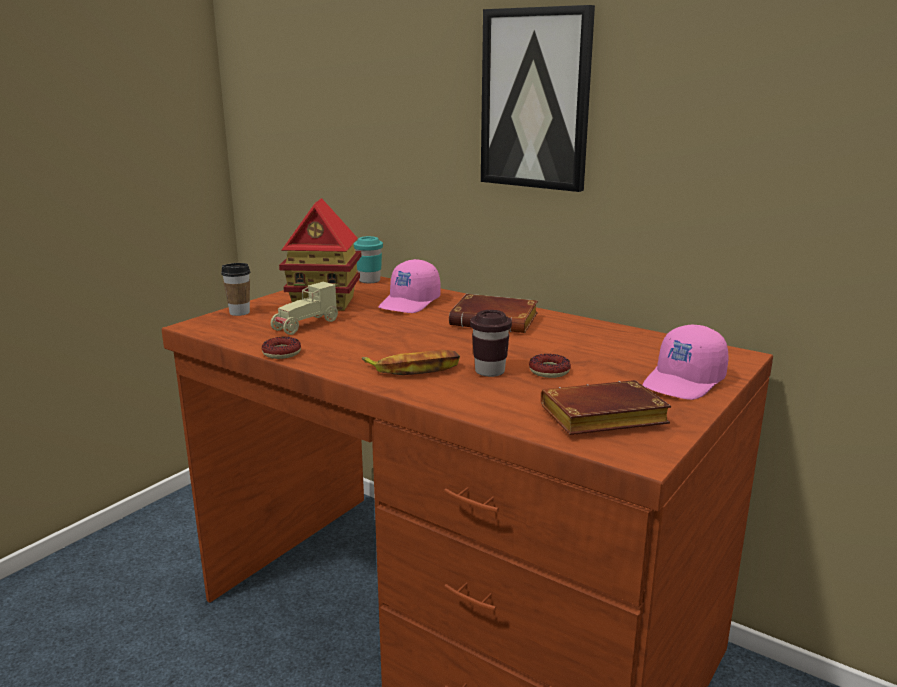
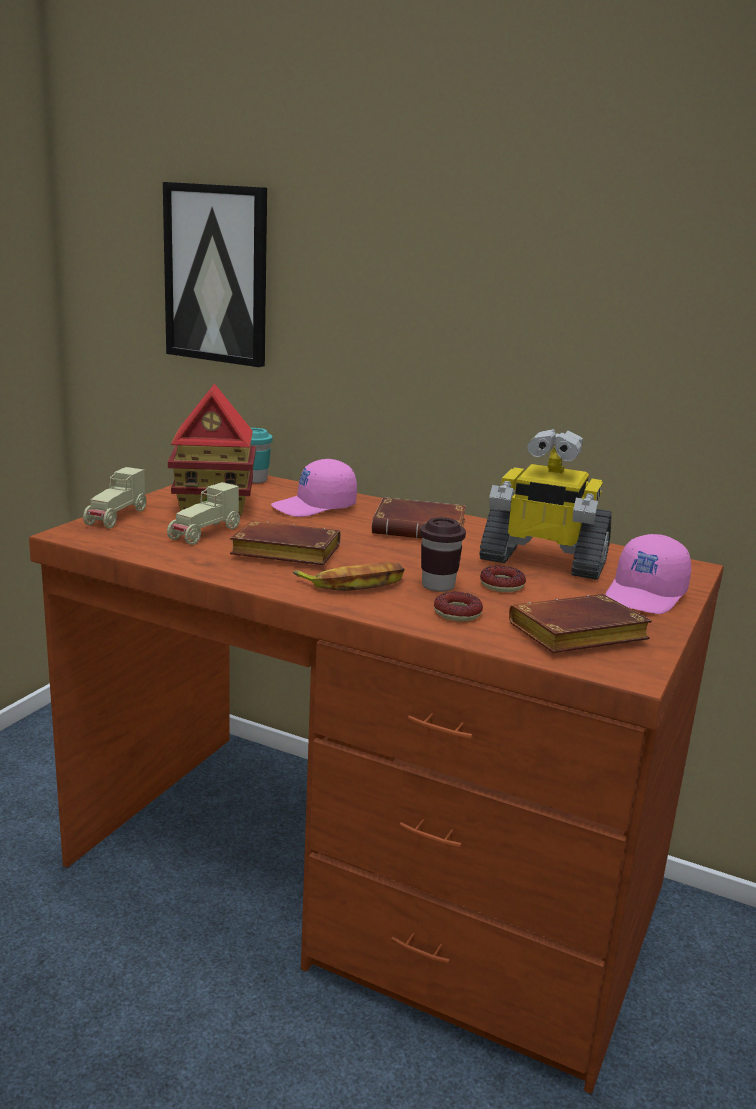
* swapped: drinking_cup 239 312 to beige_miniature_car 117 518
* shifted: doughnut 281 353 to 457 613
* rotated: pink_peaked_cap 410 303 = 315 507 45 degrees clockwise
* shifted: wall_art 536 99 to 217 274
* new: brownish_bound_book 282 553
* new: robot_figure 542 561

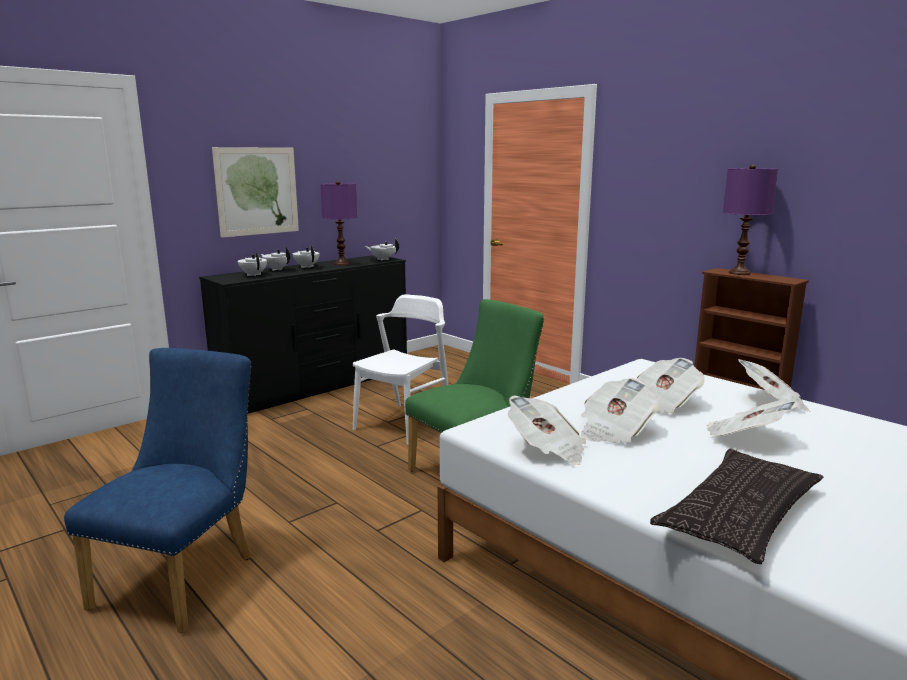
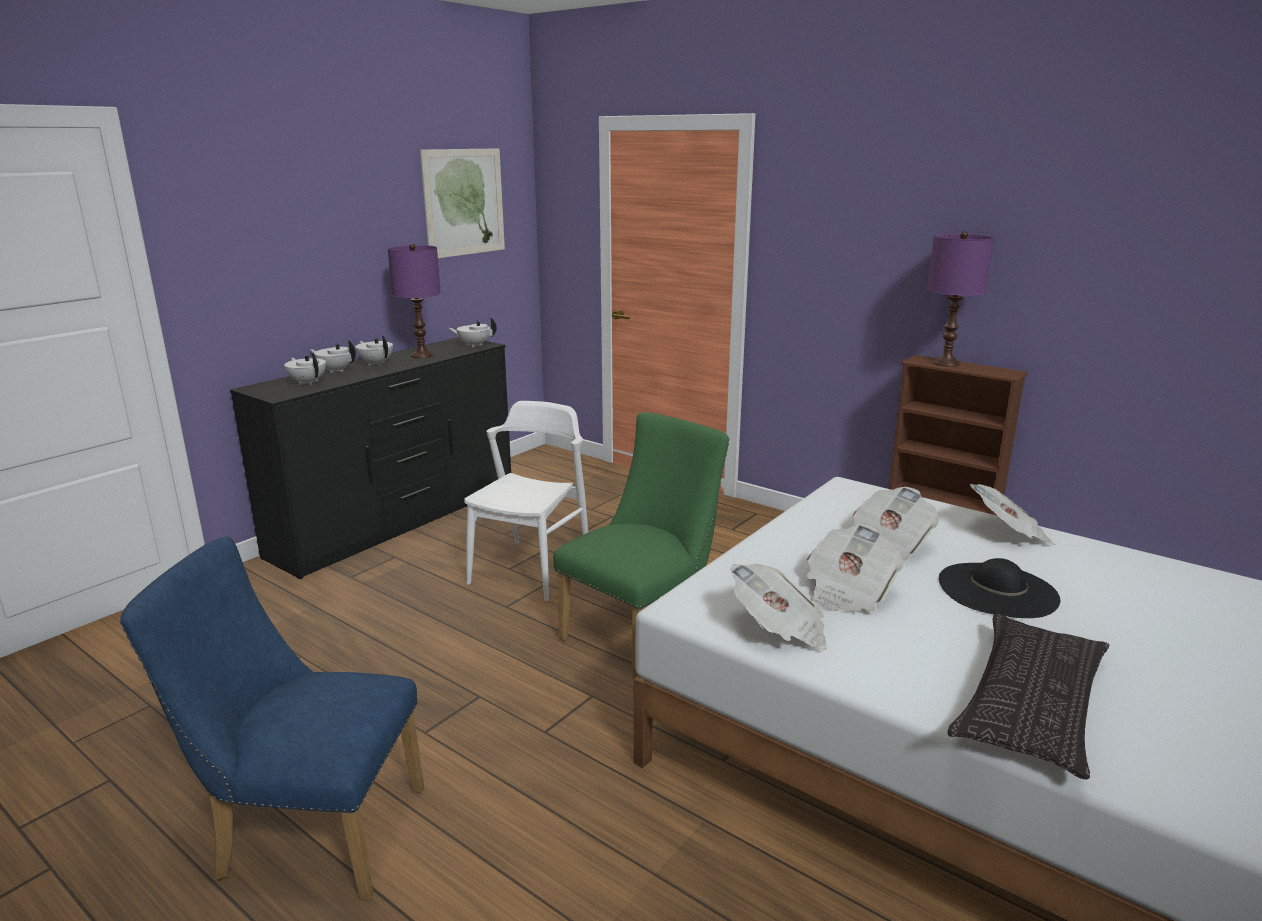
* rotated: blue-coloured_upright_chair 184 577 = 309 832 90 degrees counterclockwise
* shifted: wall_art 257 191 to 464 202
* swapped: printed_paper 745 438 to black_hat 997 590

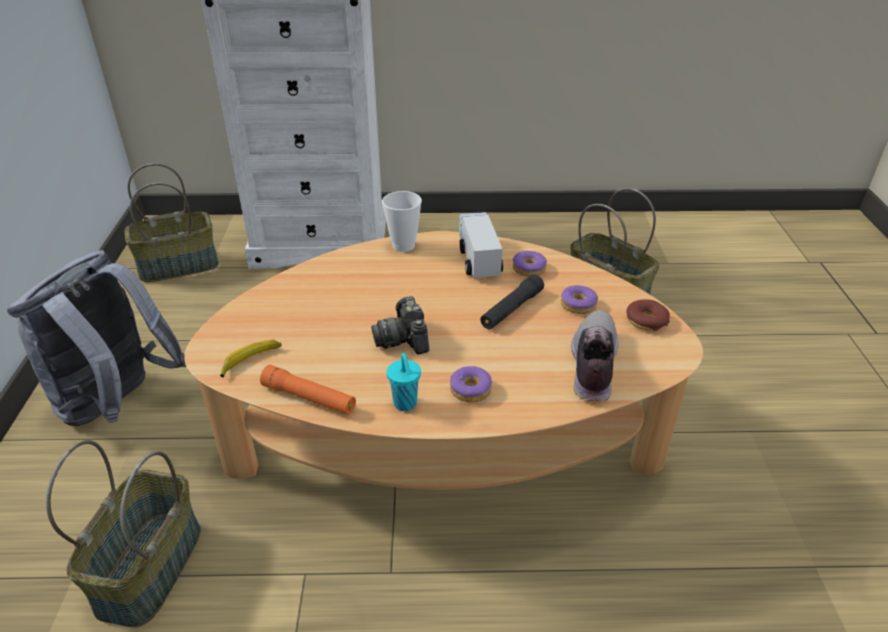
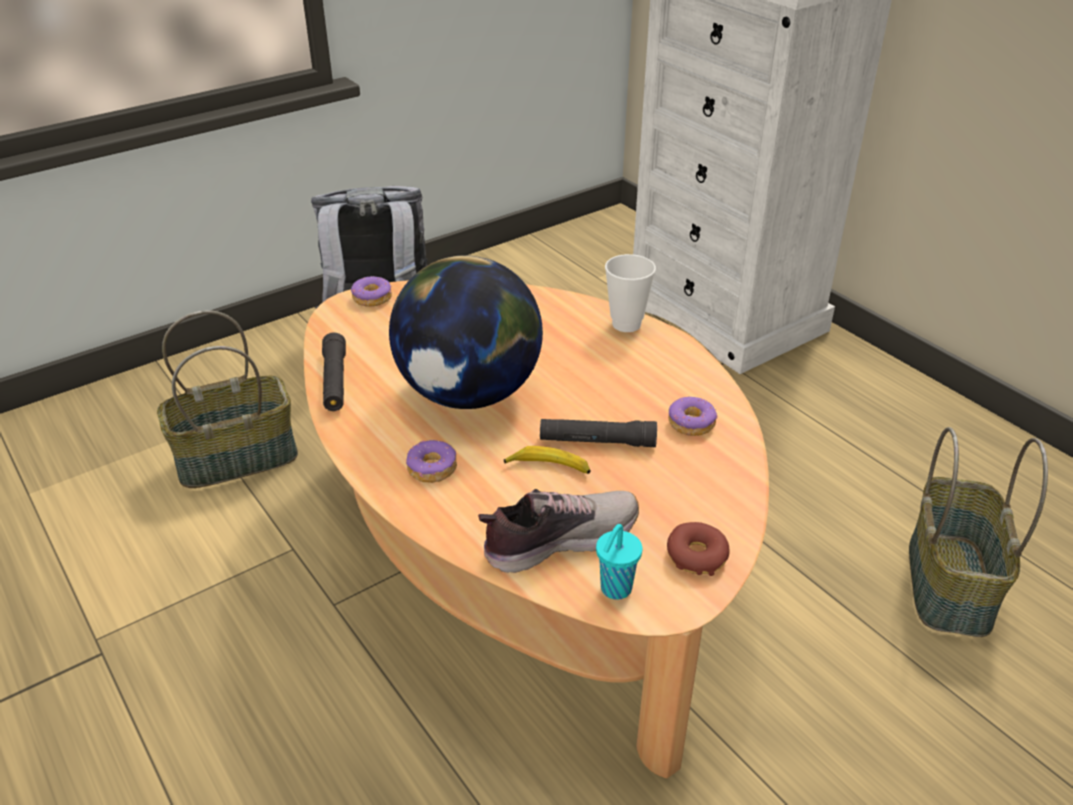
* gone: storage_basket 179 265
* shifted: whole_banana 251 361 to 548 468
* repainted: orange-coloured_hand_torch 309 398 to black_hand_torch 335 381
* swapped: photo_camera 403 339 to desk_globe 469 394
* shifted: turquoise-coloured_drinking_cup 405 404 to 615 590
* gone: toy_truck 478 258
* shifted: doughnut 578 305 to 372 298

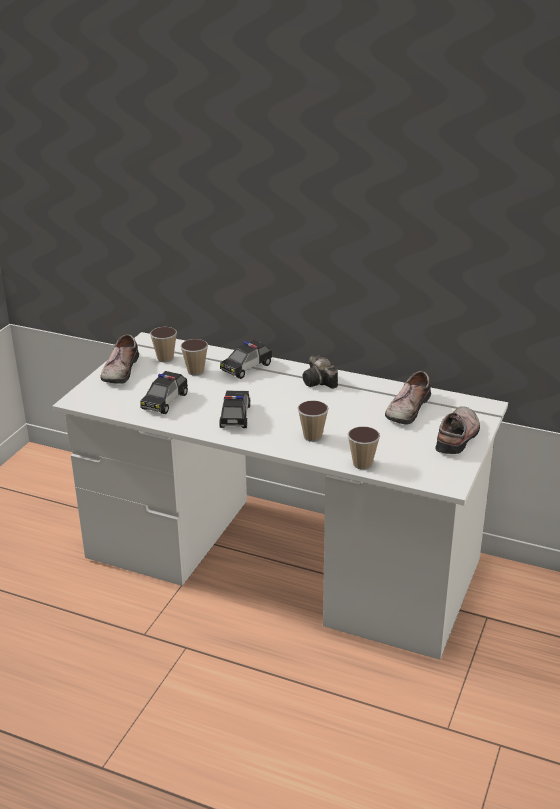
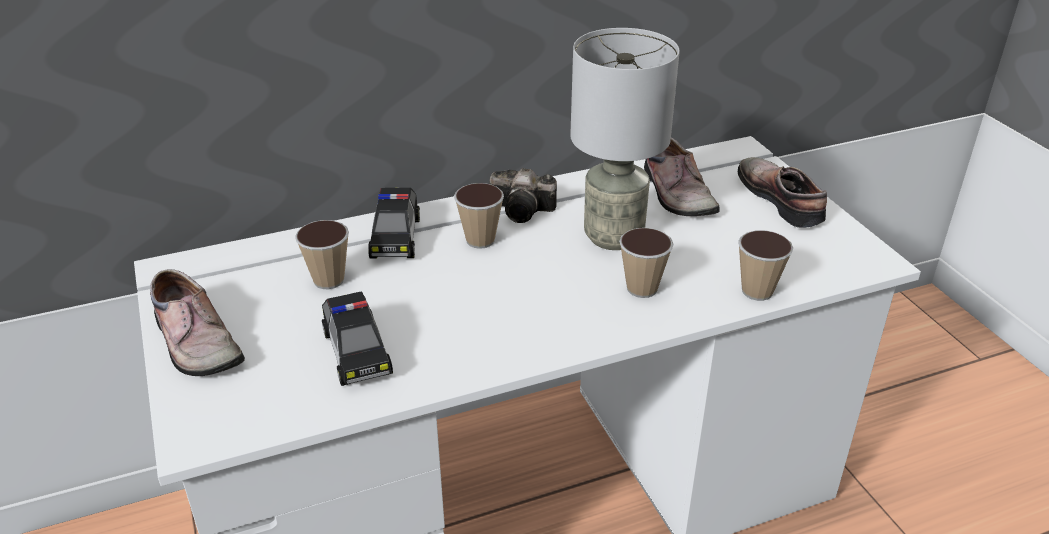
* shifted: drinking_cup 165 358 to 480 240
* gone: miniature_car 235 417
* new: grey_table_lamp 612 236

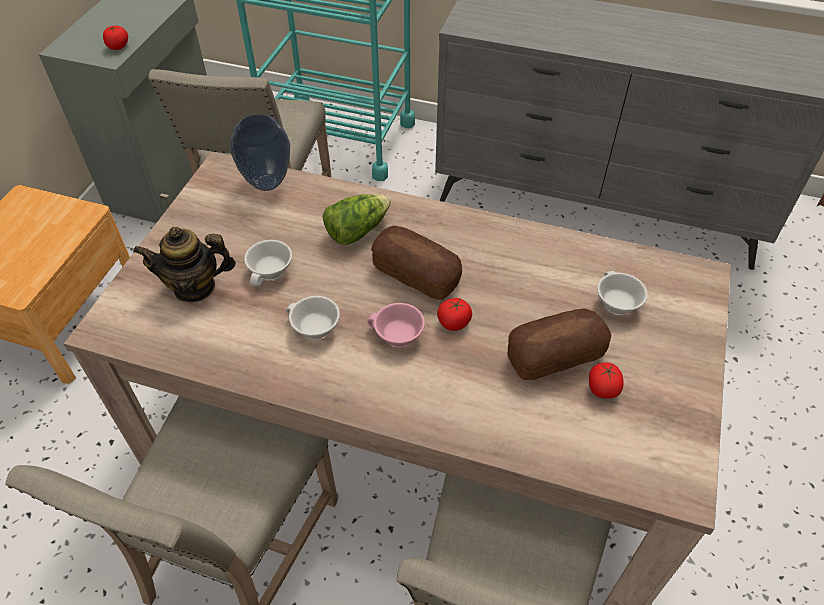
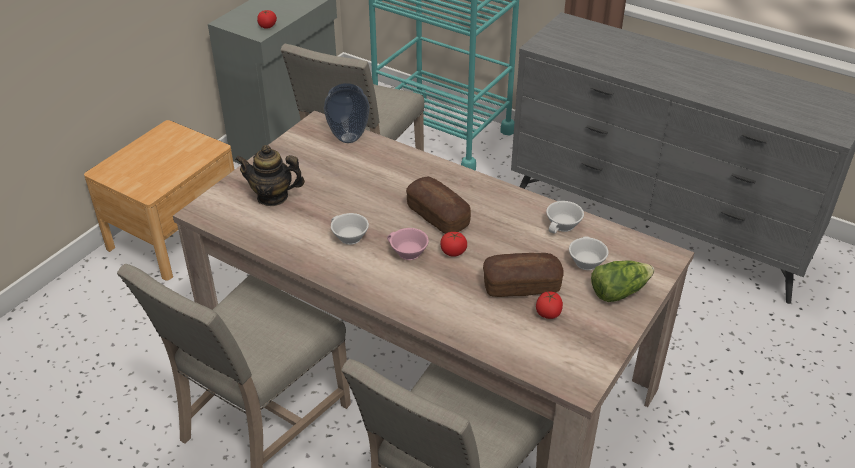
* shifted: white_drinking_cup 272 272 to 564 226
* shifted: lettuce_head 357 230 to 618 291

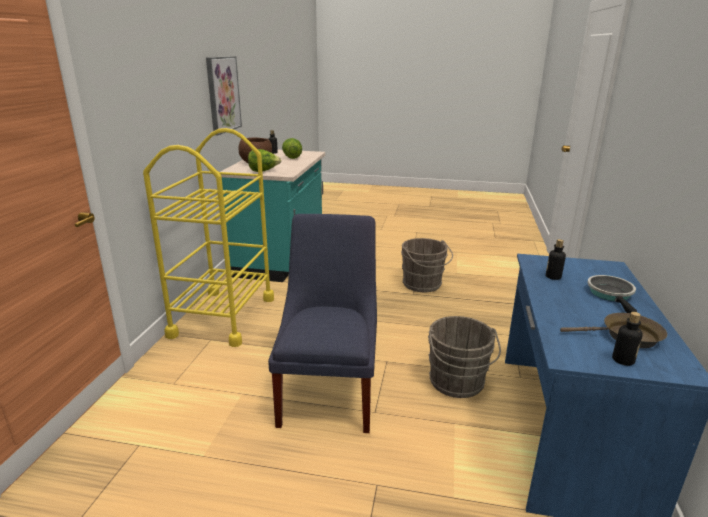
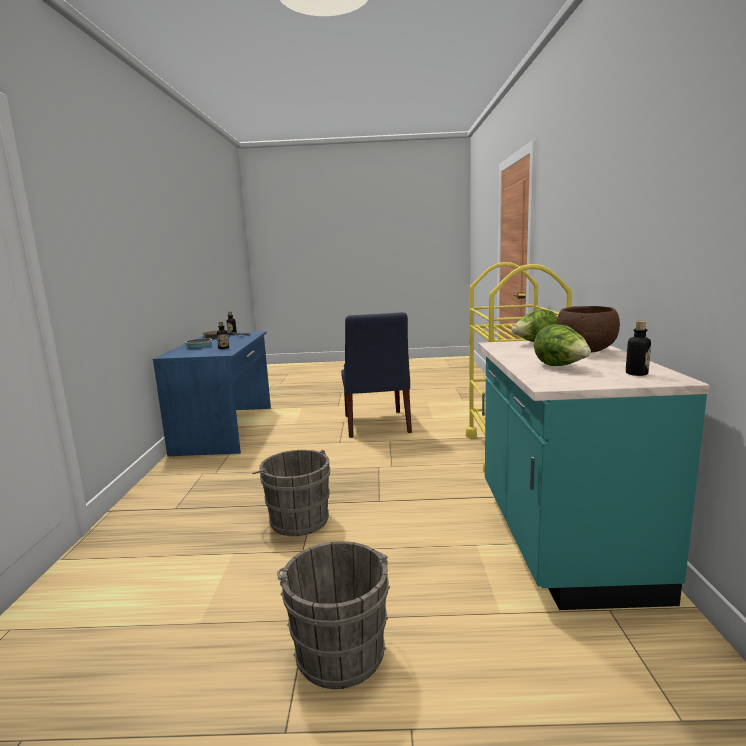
* gone: wall_art 223 94
* shifted: grey_water_bucket 457 383 to 339 649

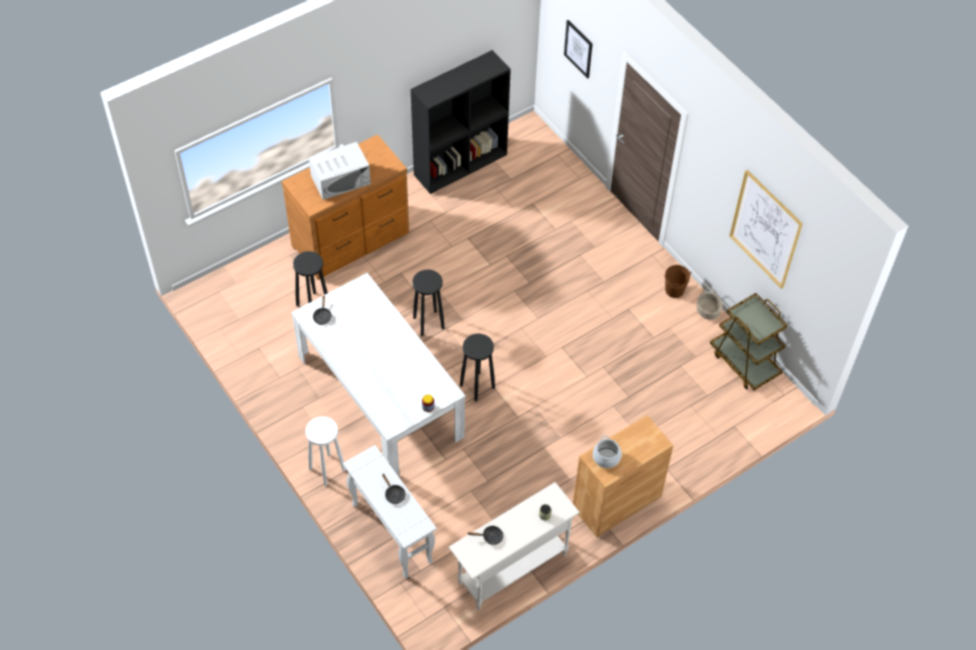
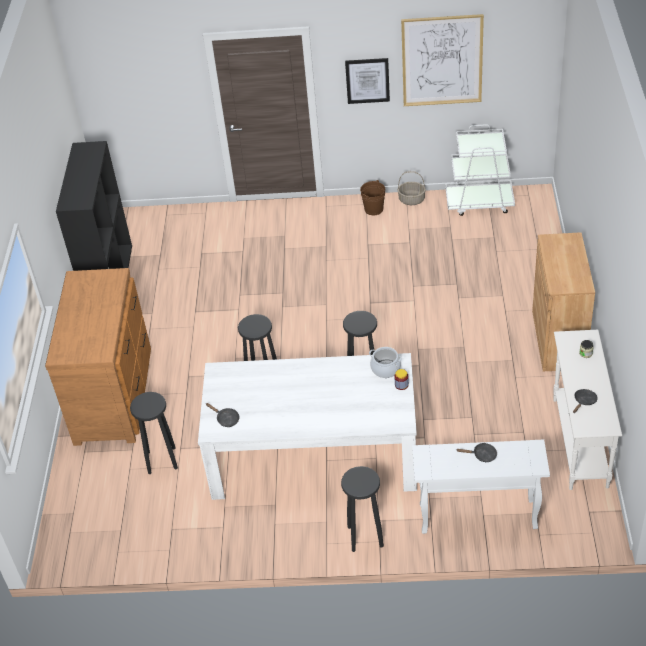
* repainted: white_stool_seat 327 469 to black_stool_seat 364 536
* gone: white_microwave 341 180
* shifted: wall_art 578 48 to 367 80
* shifted: saucepot 606 458 to 385 369
* repainted: brownish_cart 744 362 to white_cart 479 202

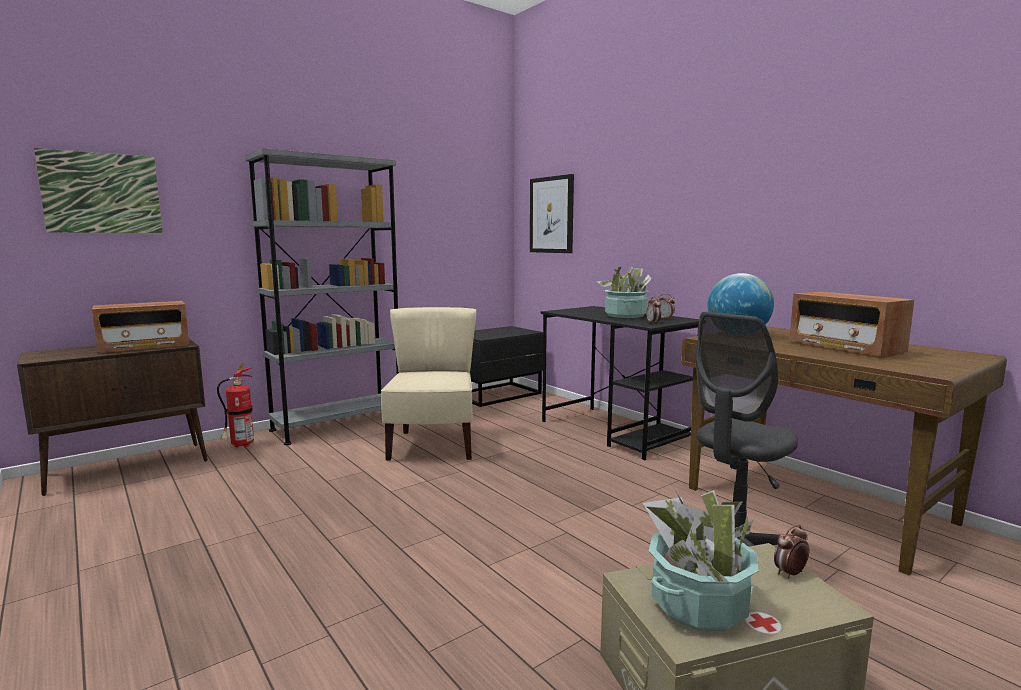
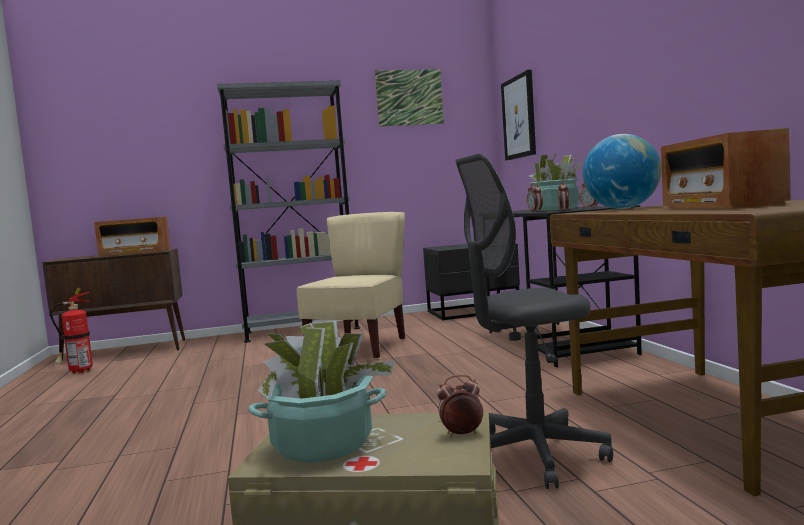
* shifted: wall_art 102 193 to 409 97
* shifted: fire-fighting_cylinder 240 446 to 78 372
* new: bedside_clock 535 212

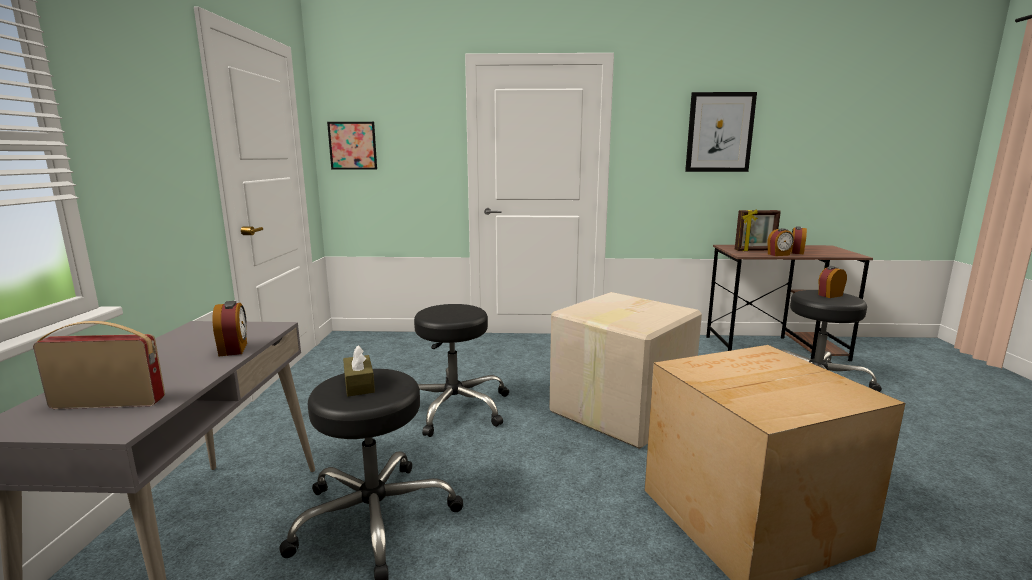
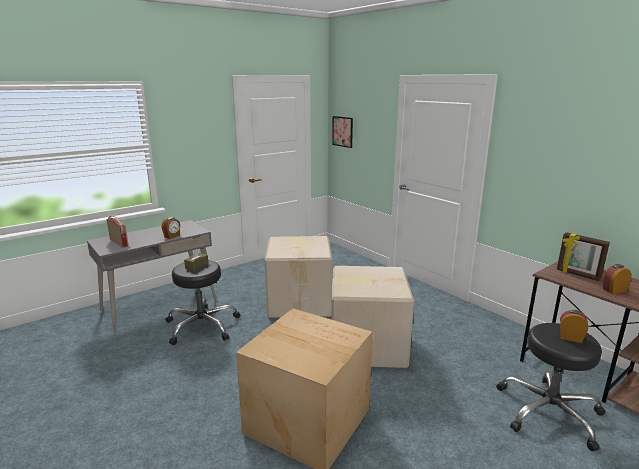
* swapped: black_stool_seat 454 408 to cardboard_box 300 302
* gone: wall_art 719 132
* gone: bedside_clock 779 254

